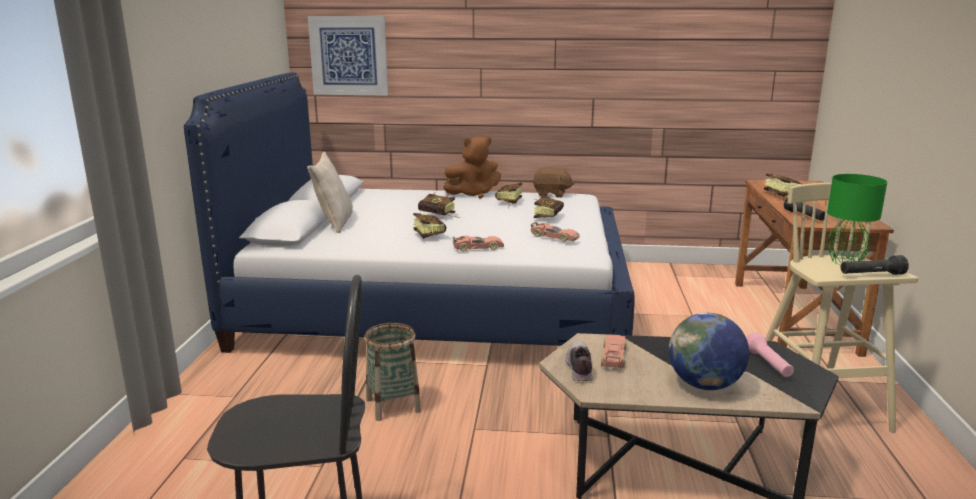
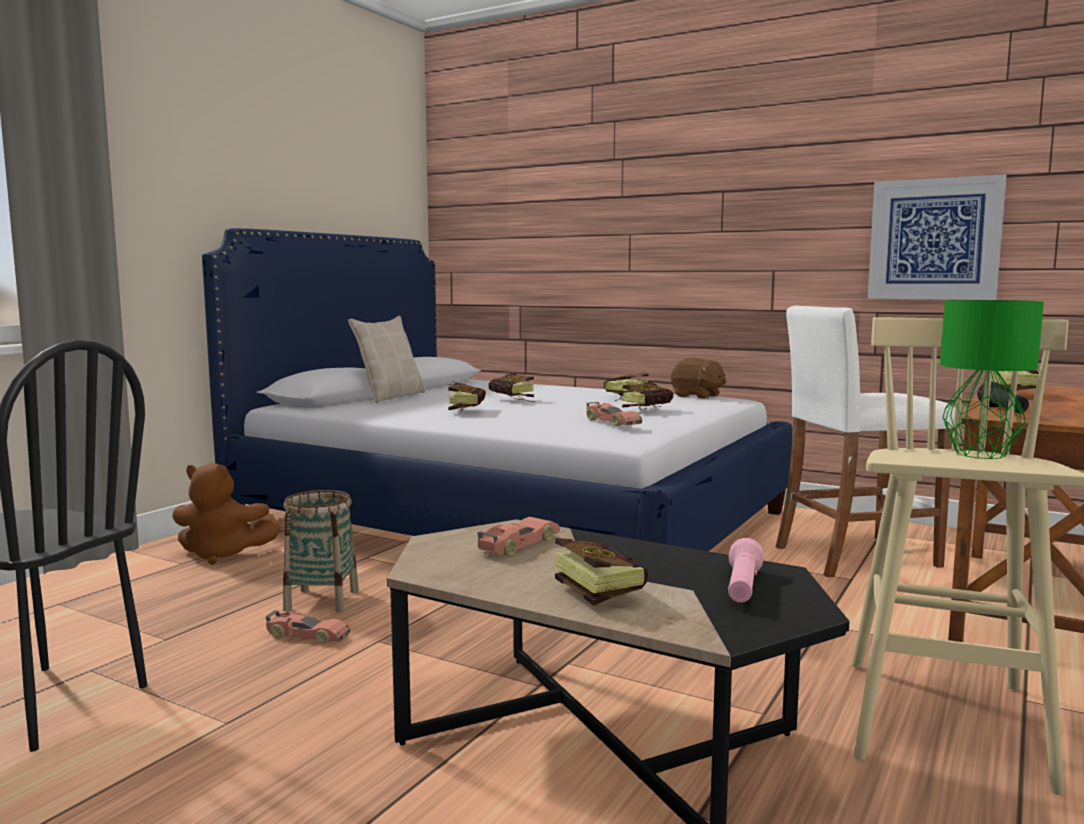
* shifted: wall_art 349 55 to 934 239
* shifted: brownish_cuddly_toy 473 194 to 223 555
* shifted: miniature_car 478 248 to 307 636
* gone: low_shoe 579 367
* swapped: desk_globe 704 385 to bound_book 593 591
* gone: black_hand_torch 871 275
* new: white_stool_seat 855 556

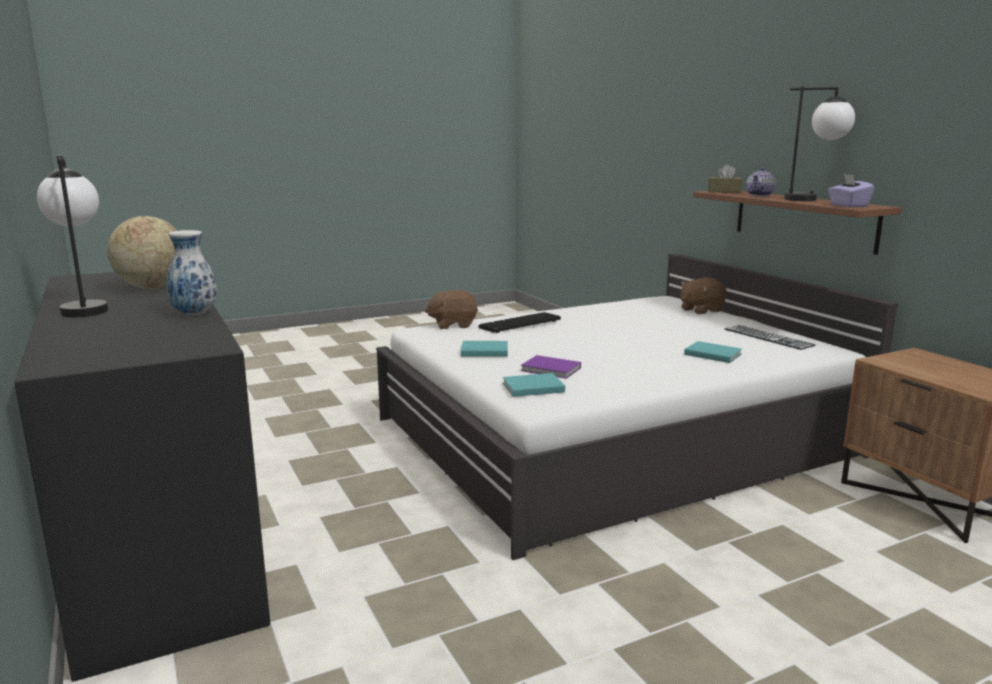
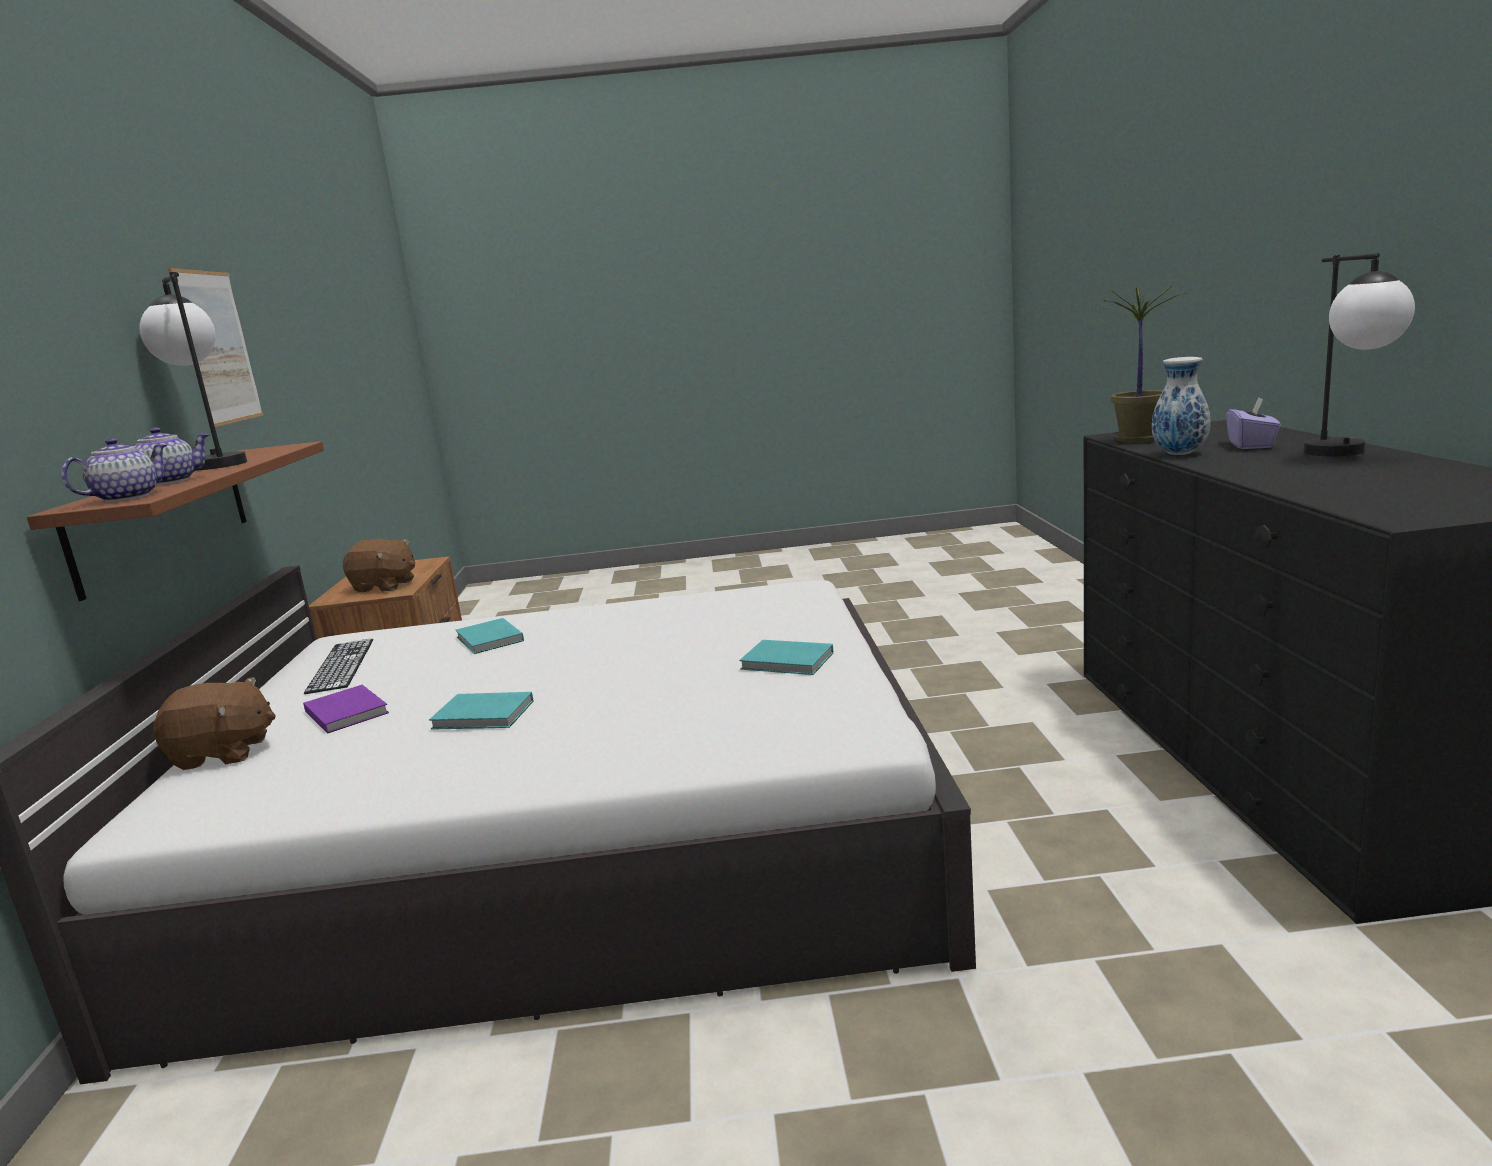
* gone: desk_globe 152 287
* shifted: brownish_cuddly_toy 453 325 to 384 586
* gone: computer_keyboard 520 324
* shifted: turquoise-coloured_bound_book 531 387 to 485 715
* shifted: purplish_bound_book 552 370 to 347 711
* swapped: brownish_box_of_tissues 724 192 to pot_for_tea 126 498
* shifted: purplish_box_of_tissues 848 205 to 1251 445
* new: wall_art 218 347
* new: potted_plant 1137 439

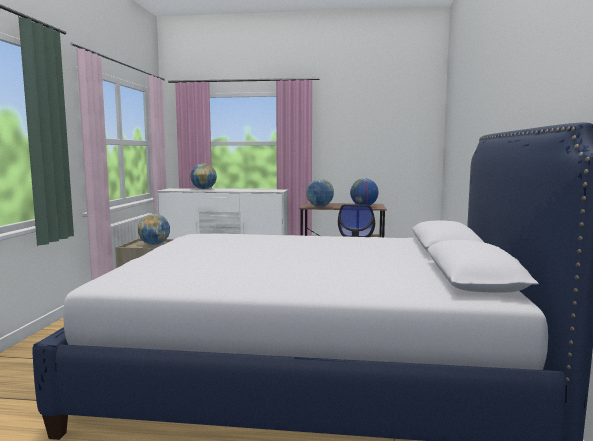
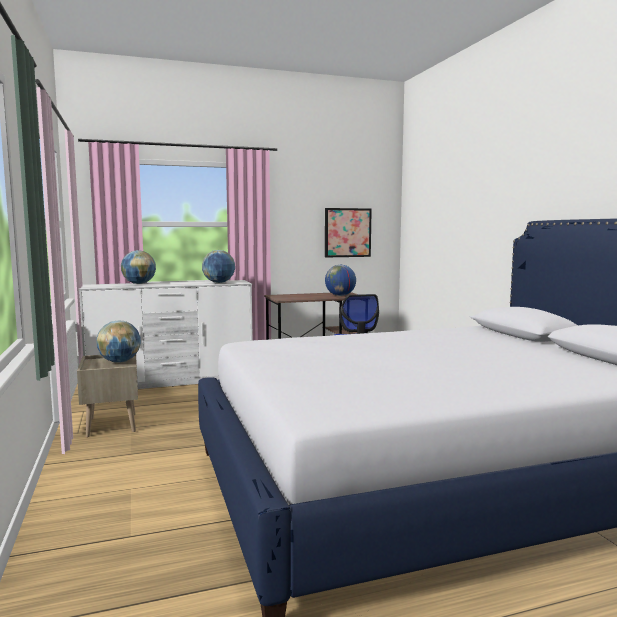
* shifted: desk_globe 320 206 to 219 283
* new: wall_art 347 232

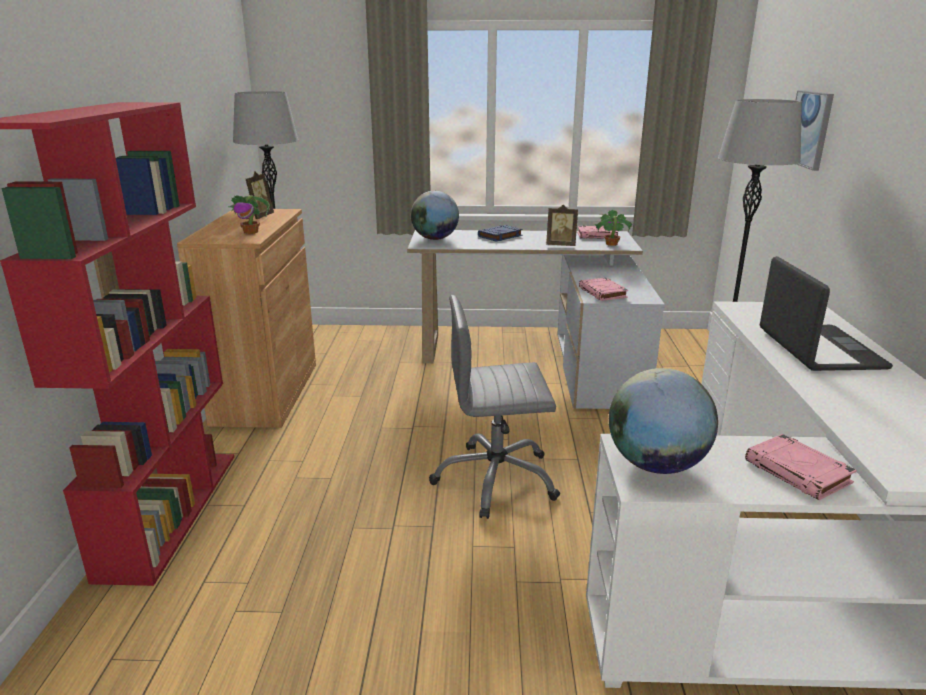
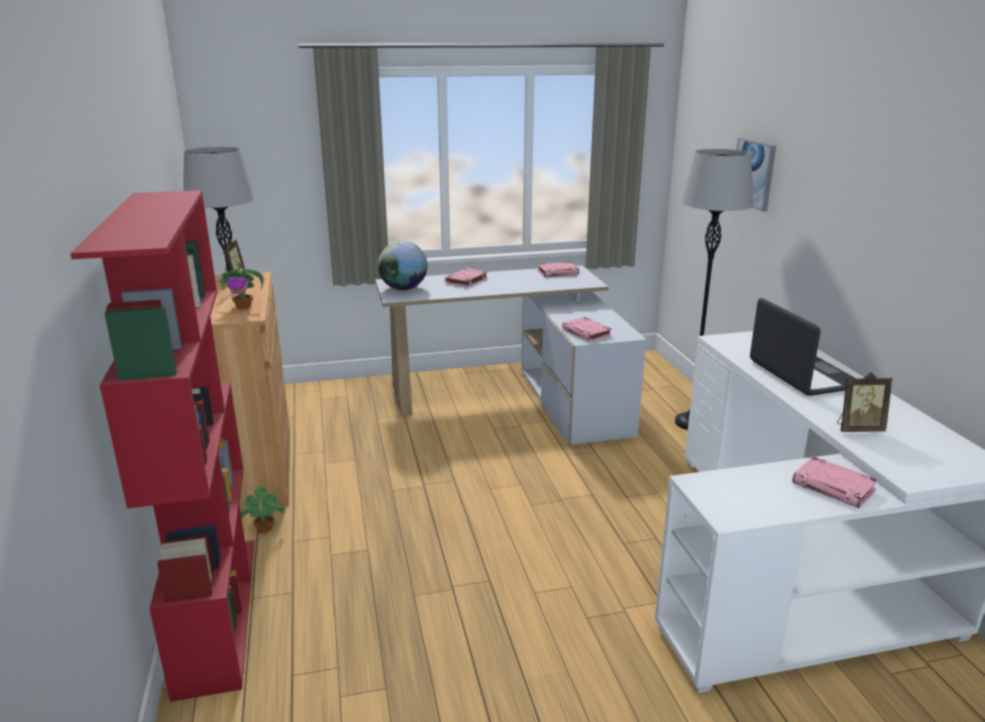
* gone: grey_office_chair 495 480
* repainted: blue-coloured_bound_book 500 236 to pink_bound_book 466 281
* shifted: standing_frame 561 245 to 858 429
* shifted: potted_plant 611 244 to 264 529
* gone: desk_globe 655 465

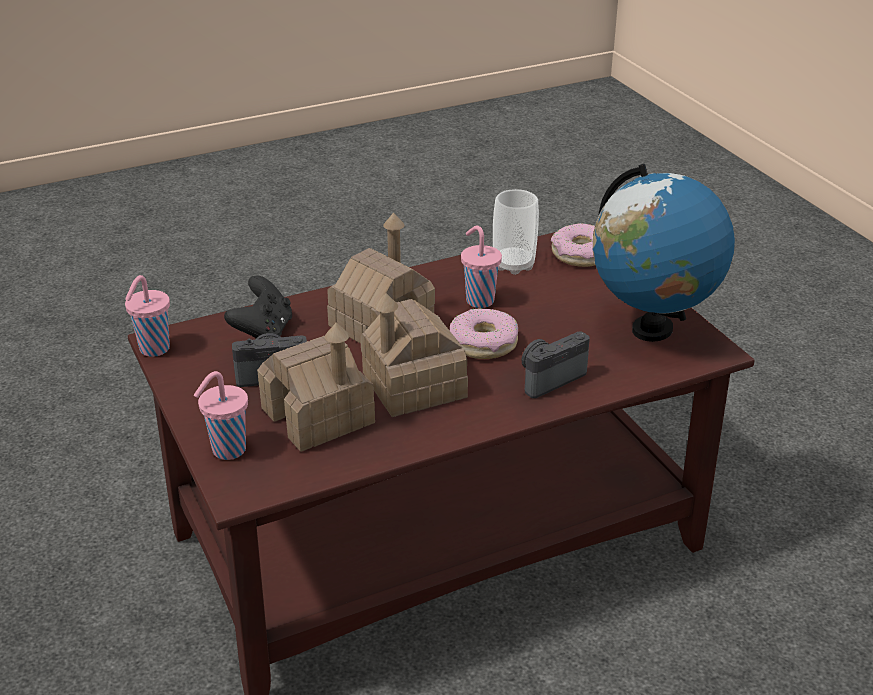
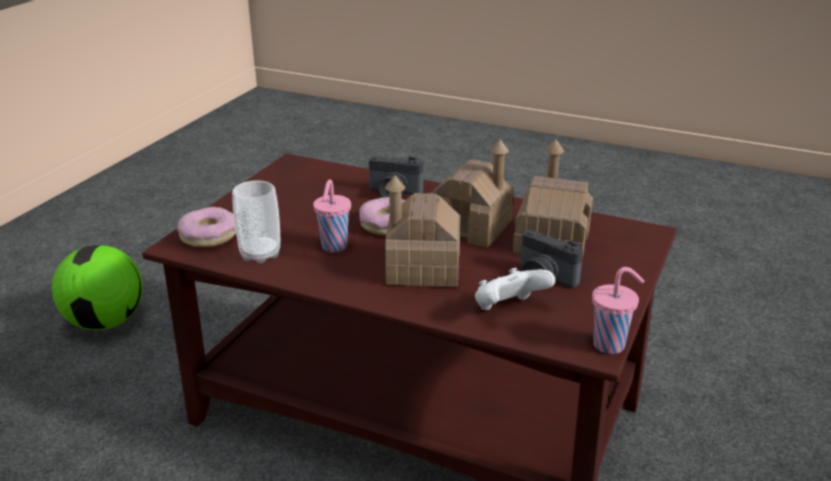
* gone: pink_drinking_cup 227 451
* repainted: black_gamepad 263 332 to white_gamepad 508 310
* gone: desk_globe 651 330
* new: football 106 322

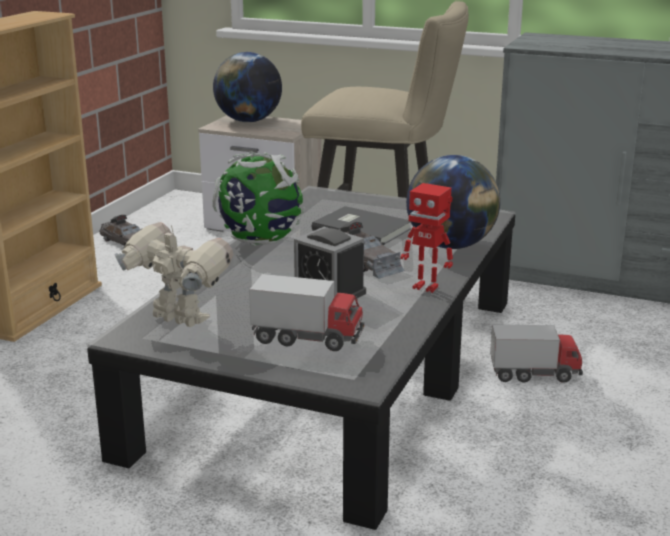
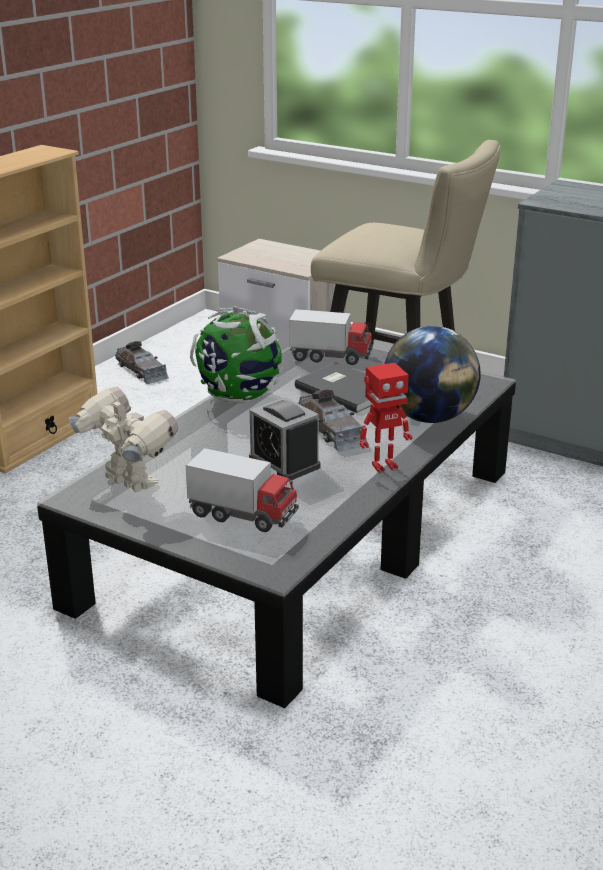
* gone: desk_globe 248 121
* rotated: robot_figure 426 287 = 383 465 60 degrees counterclockwise
* shifted: toy_truck 534 374 to 331 357

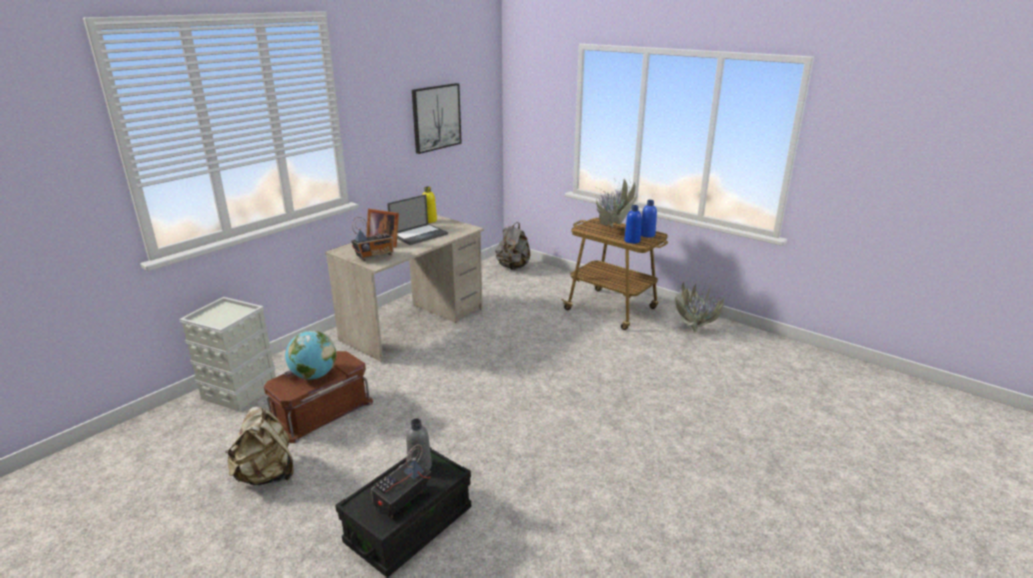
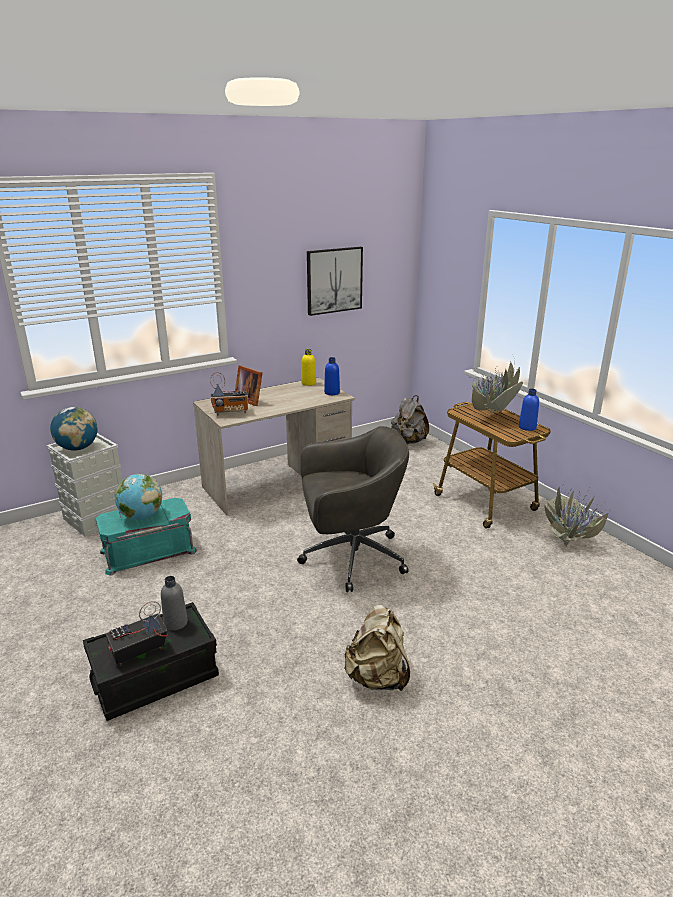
* shifted: beige_backpack 266 475 to 377 677
* repainted: brownish_storage_box 321 411 to turquoise-coloured_storage_box 148 551
* gone: notebook_computer 419 234
* shifted: blue-coloured_bottle 632 241 to 332 393
* new: desk_globe 78 448
* new: grey_office_chair 350 558

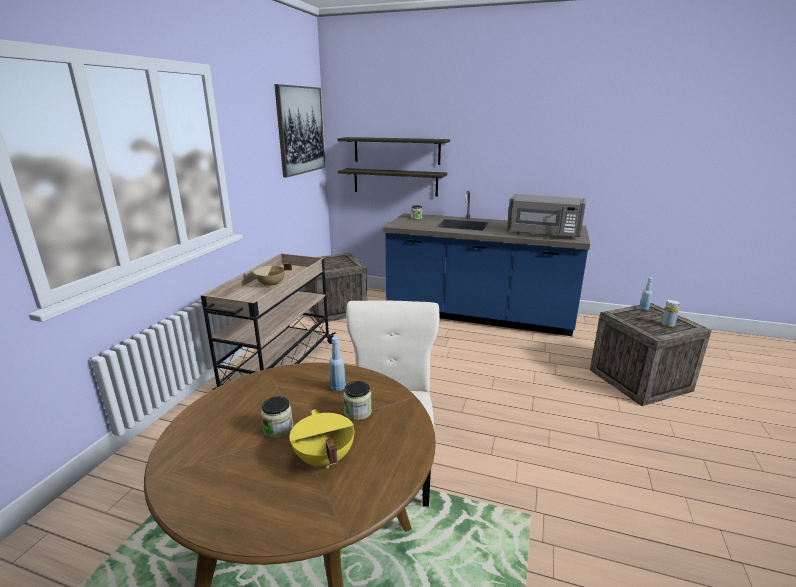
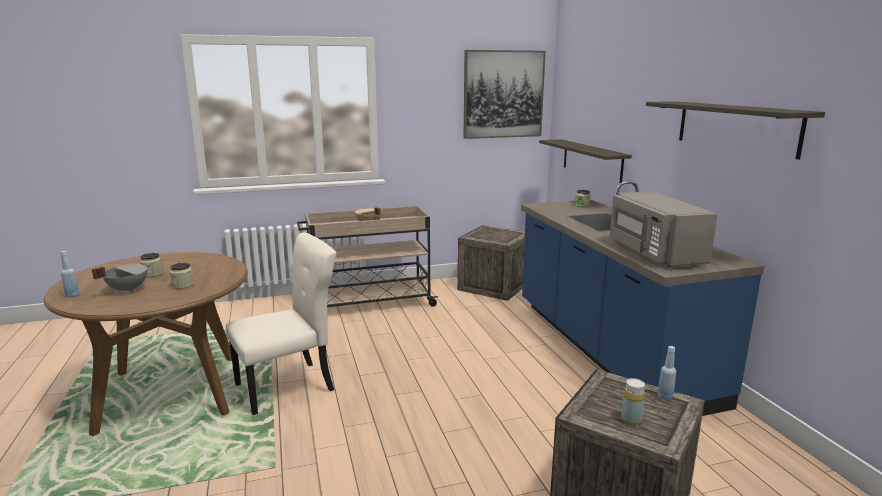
* repainted: yellowish_saucepot 323 458 to grey_saucepot 127 289
* shifted: blue-coloured_bottle 338 387 to 72 295
* shifted: bracket_shelf 396 150 to 735 127

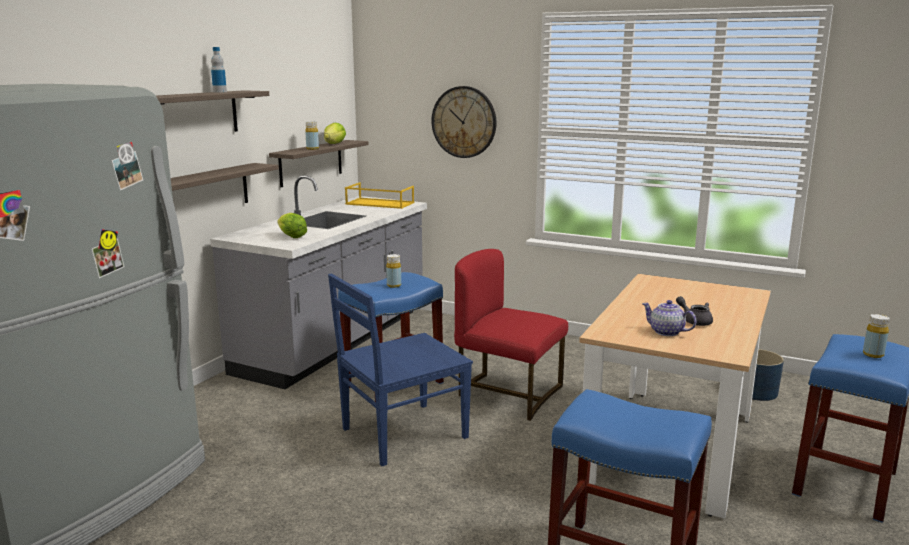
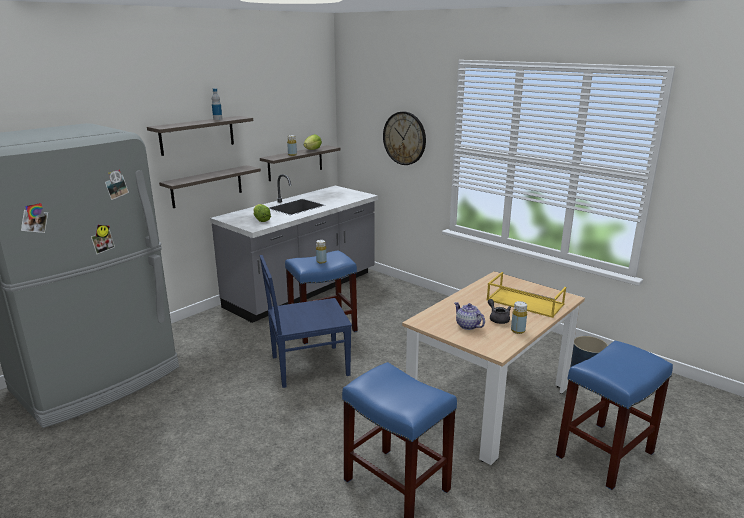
* shifted: yellowish_carrying_tray 379 203 to 523 302
* gone: red_upright_chair 508 393
* shifted: yellowish_bottle 873 354 to 518 330

